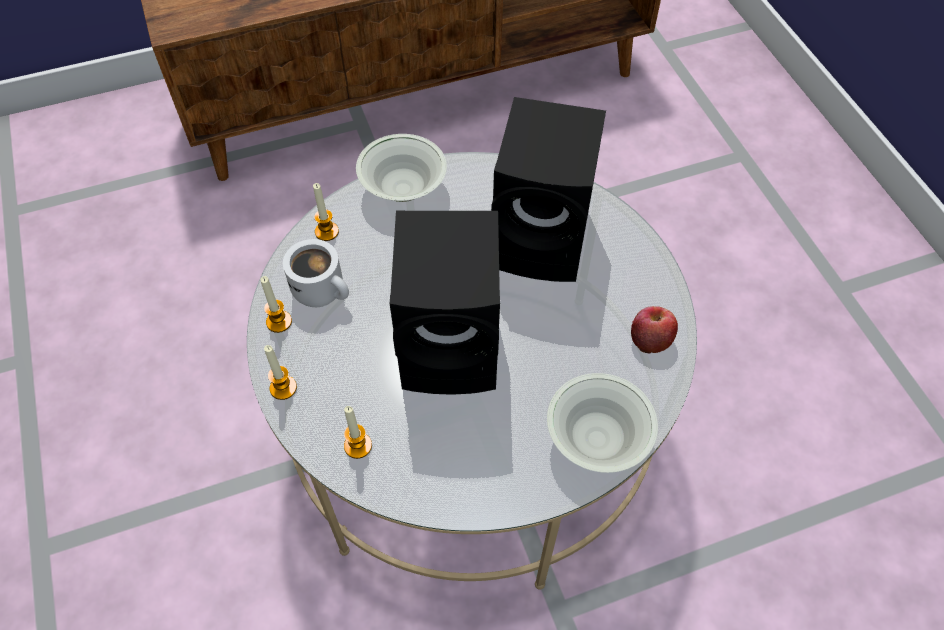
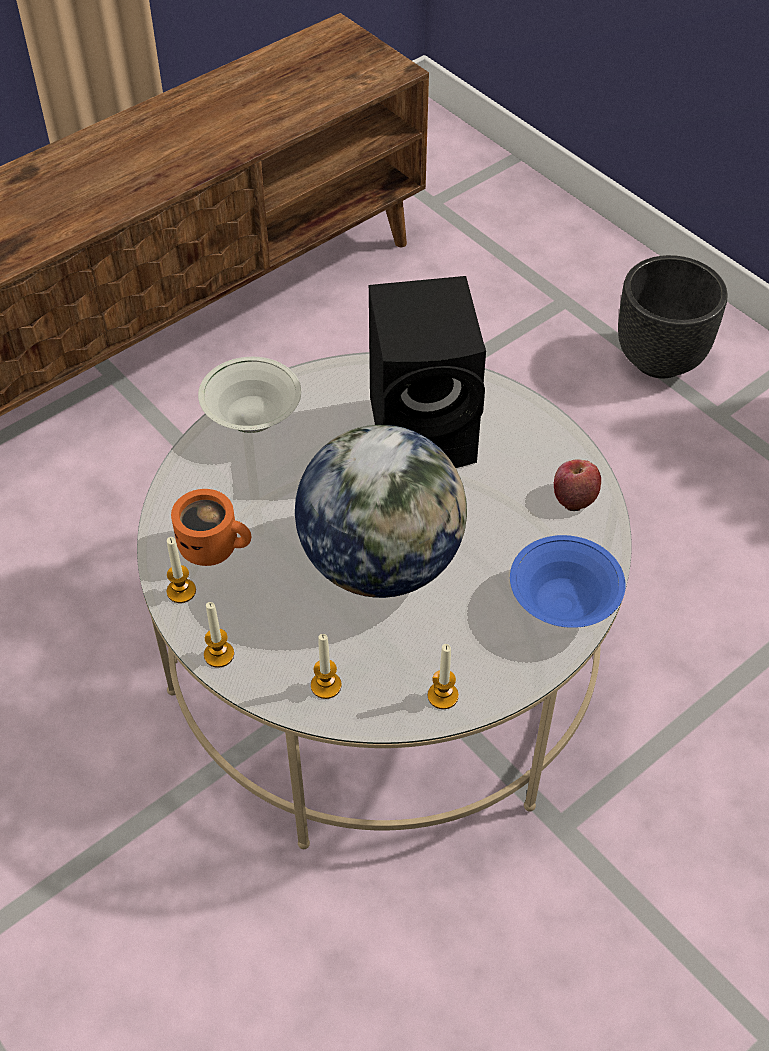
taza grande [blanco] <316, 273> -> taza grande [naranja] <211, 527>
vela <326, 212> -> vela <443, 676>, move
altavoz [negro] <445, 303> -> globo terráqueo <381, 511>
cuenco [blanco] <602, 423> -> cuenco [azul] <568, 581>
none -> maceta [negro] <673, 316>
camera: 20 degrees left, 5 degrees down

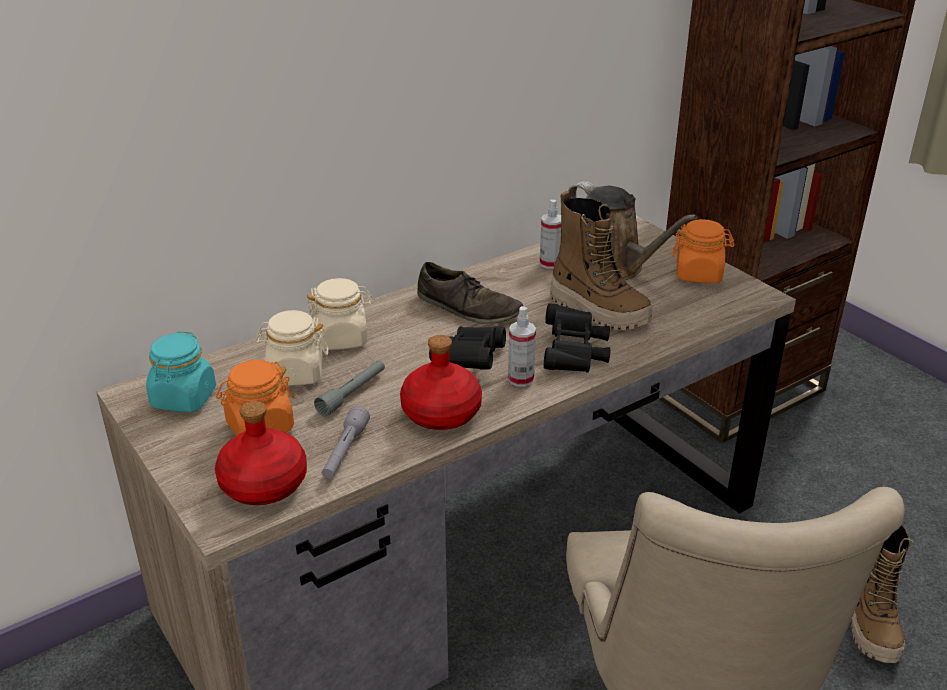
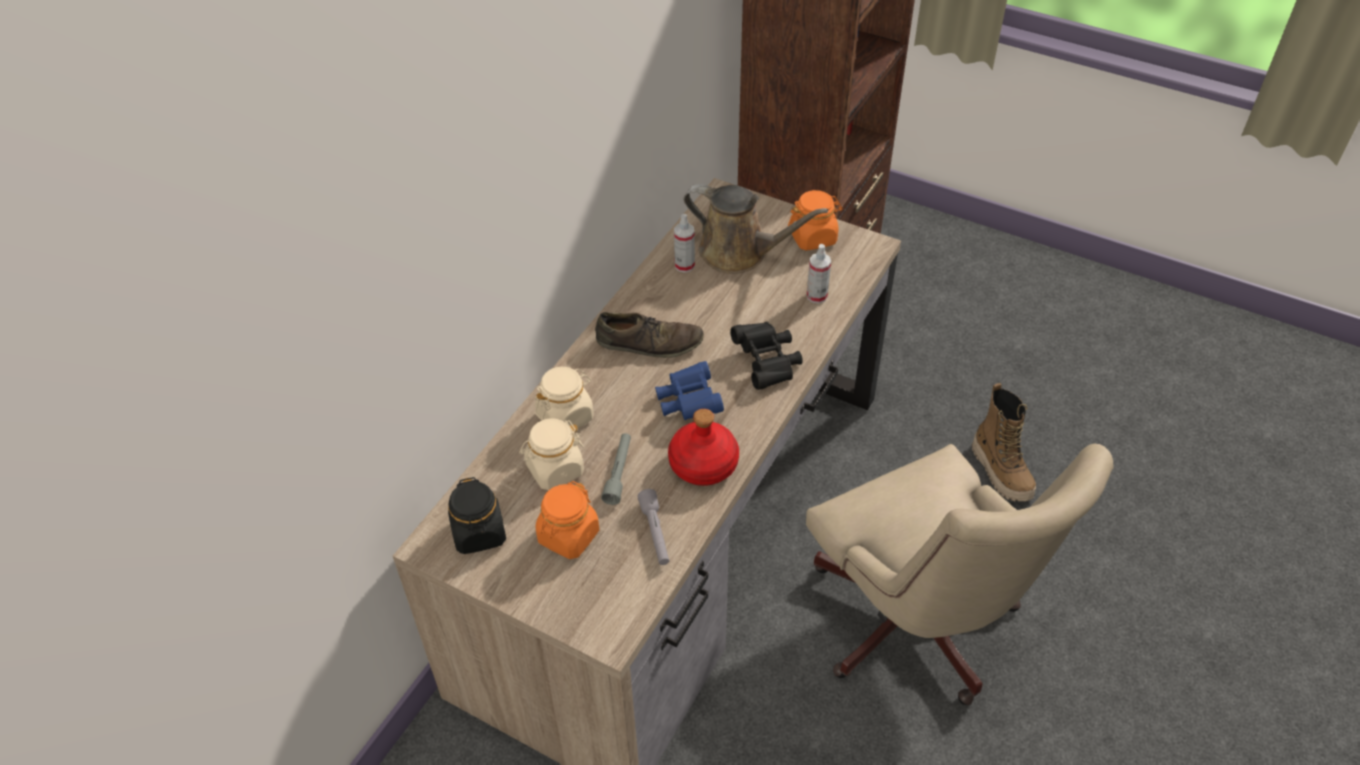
tarro [turquesa] <181, 371> -> tarro [negro] <477, 515>
botella [rojo] <261, 453> -> none
prismáticos [negro] <467, 348> -> prismáticos [azul] <689, 390>
pulverizador <522, 346> -> pulverizador <819, 273>, move
bota <601, 260> -> none
camera: 25 degrees left, 15 degrees up

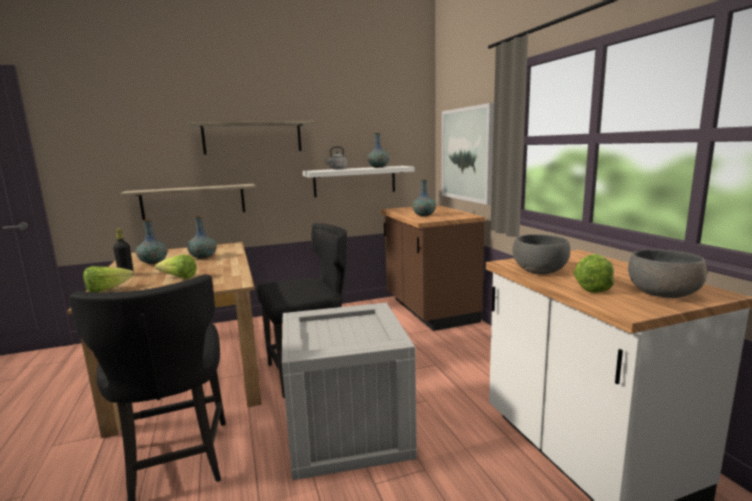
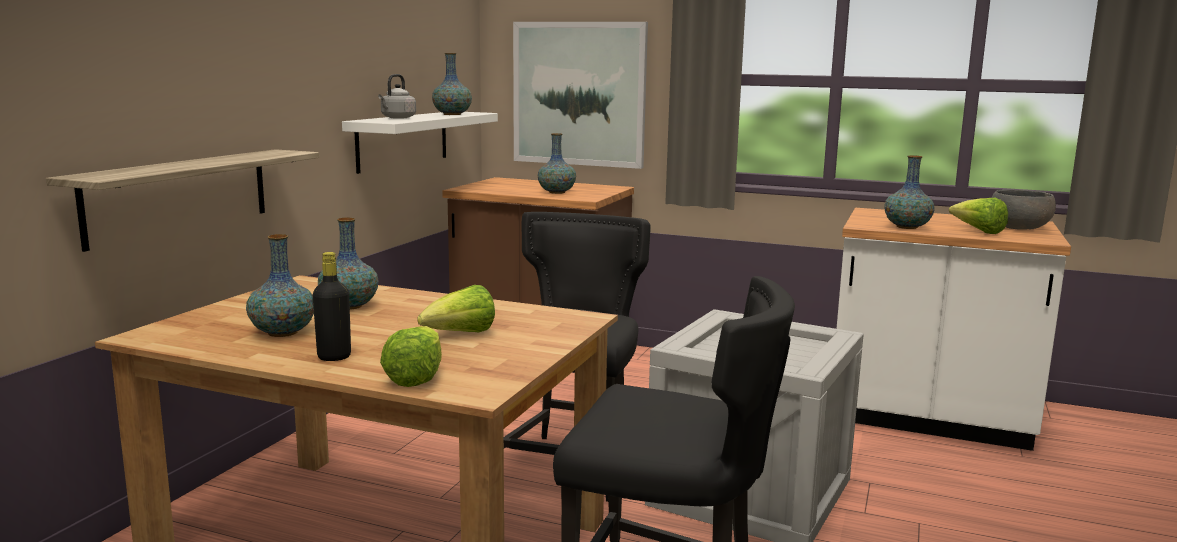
estante <251, 137> -> none
cuenco [gris] <541, 254> -> florero <909, 192>
camera: 50 degrees left, 0 degrees up

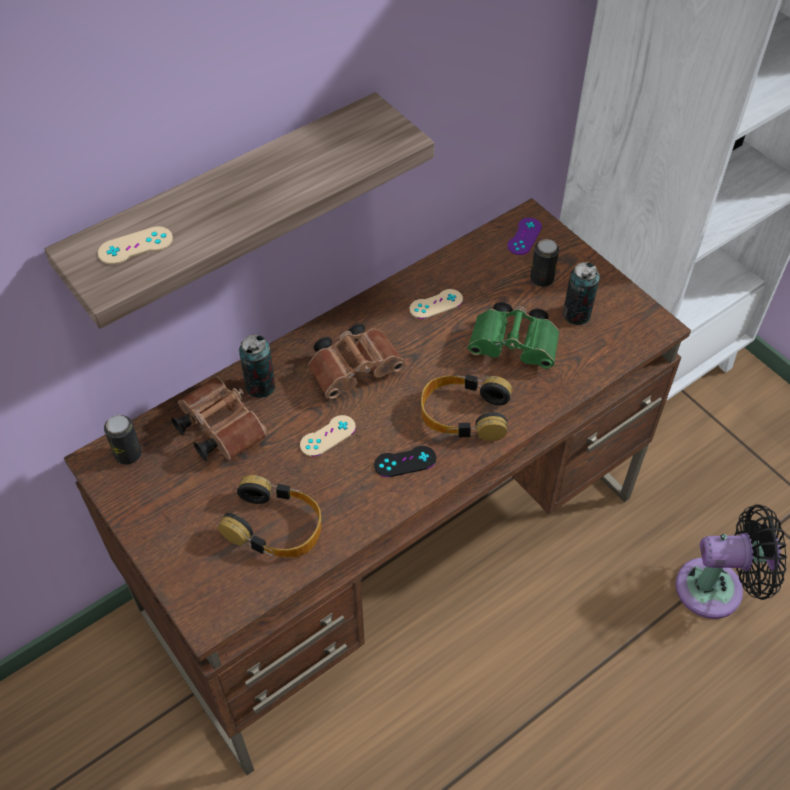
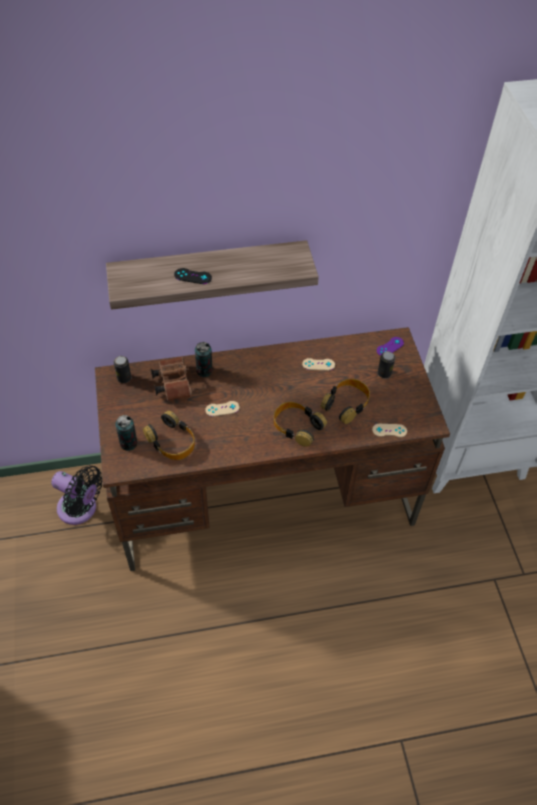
mando de consola [beis] <135, 245> -> mando de consola [beis] <389, 430>, move
prismáticos [marrón] <356, 361> -> none
mando de consola [negro] <405, 461> -> mando de consola [negro] <193, 276>, move
prismáticos [verde] <513, 335> -> auriculares <345, 401>
lata <581, 293> -> lata <126, 433>, move
ventilador [negro] <731, 562> -> ventilador [negro] <77, 495>, move
camera: 25 degrees right, 0 degrees up

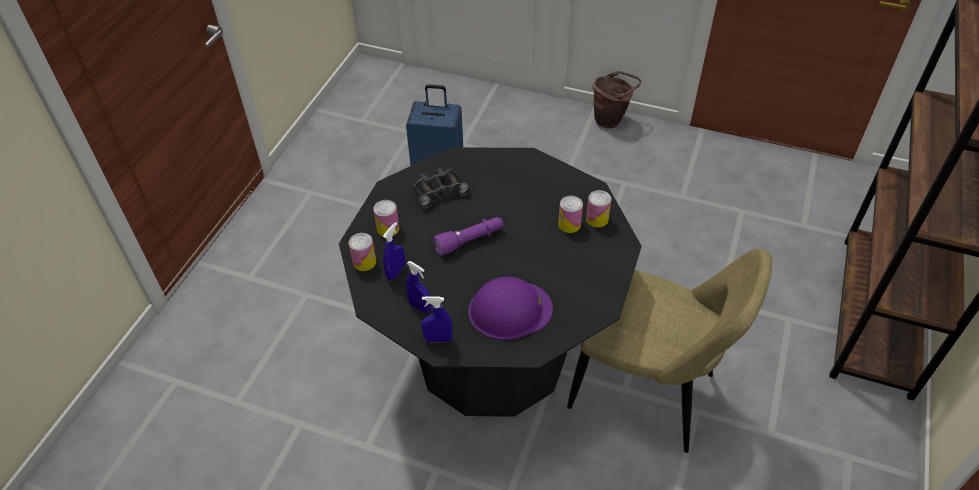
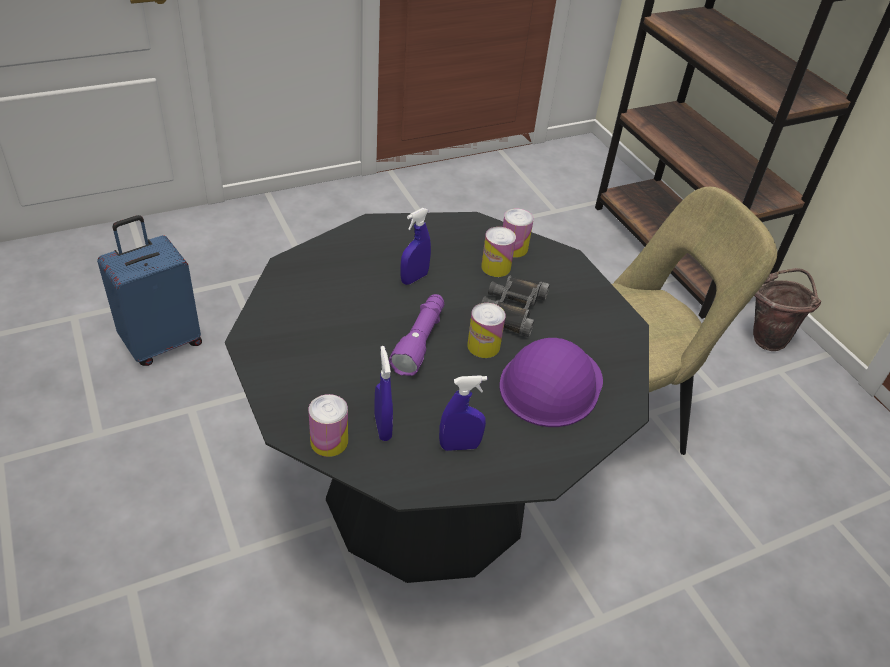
lata <386, 218> -> lata <486, 330>, move
prismáticos [negro] <441, 188> -> prismáticos [negro] <515, 306>, move
pulverizador [azul] <437, 319> -> pulverizador [azul] <415, 246>, move
cubo [marrón] <616, 100> -> cubo [marrón] <787, 309>, move
camera: 50 degrees left, 5 degrees down

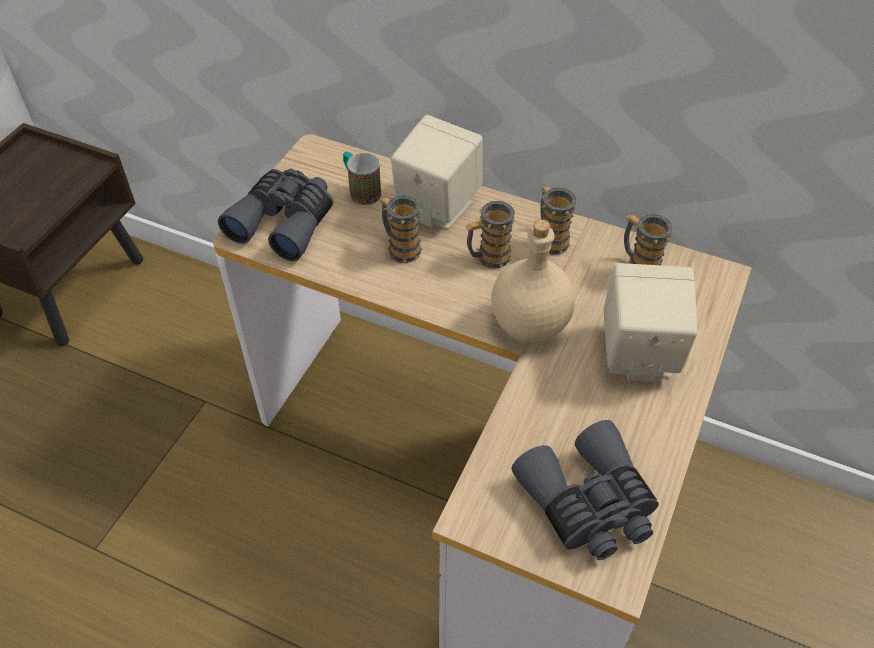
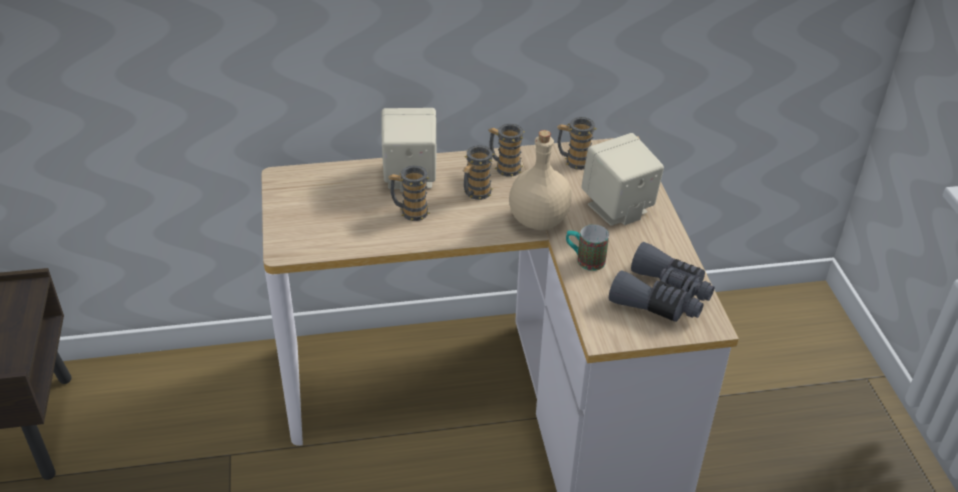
prismáticos [gris] <275, 215> -> none
taza grande <362, 178> -> taza grande <587, 247>, move
camera: 35 degrees left, 10 degrees down

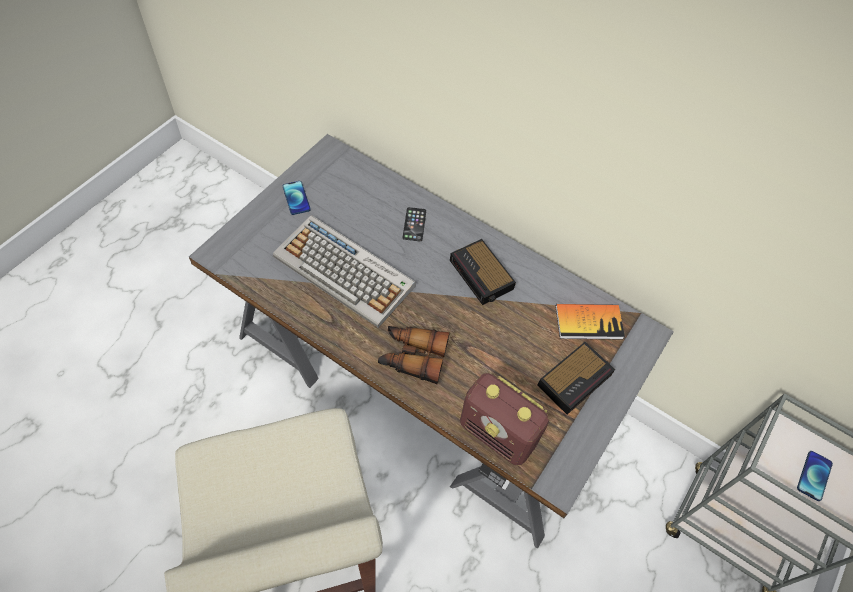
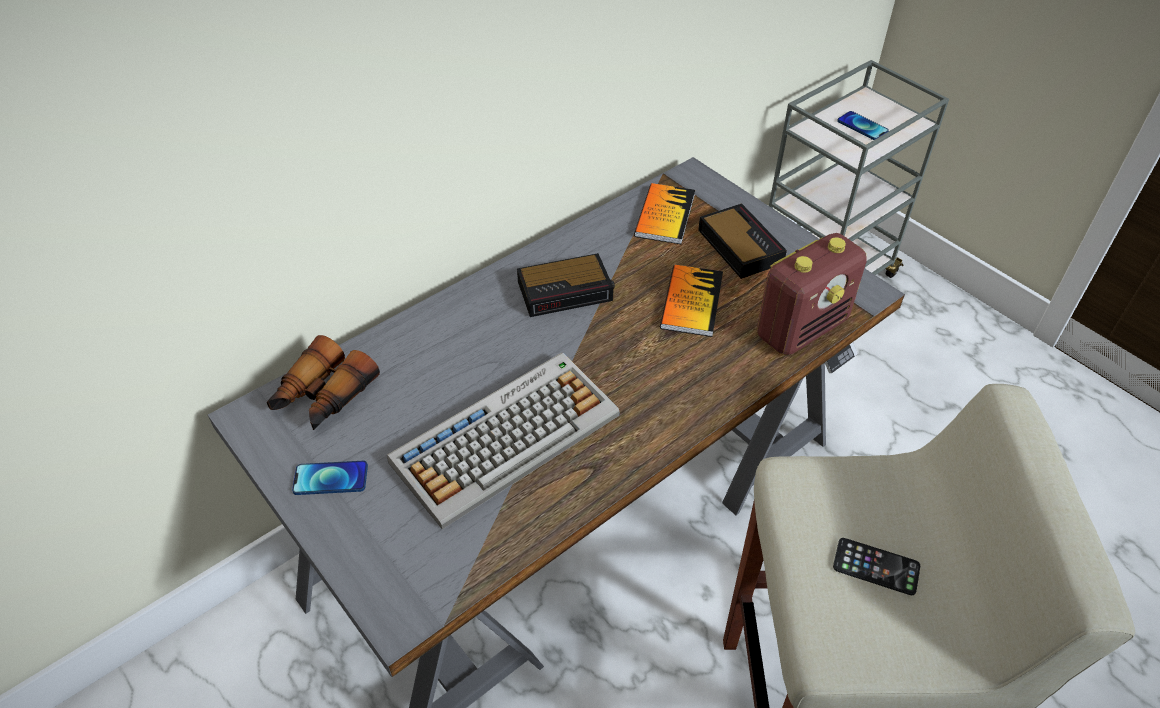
prismáticos <414, 355> -> prismáticos <323, 382>, move
móvil <414, 224> -> móvil <876, 566>, move
none -> libro <691, 301>
camera: 70 degrees left, 10 degrees down

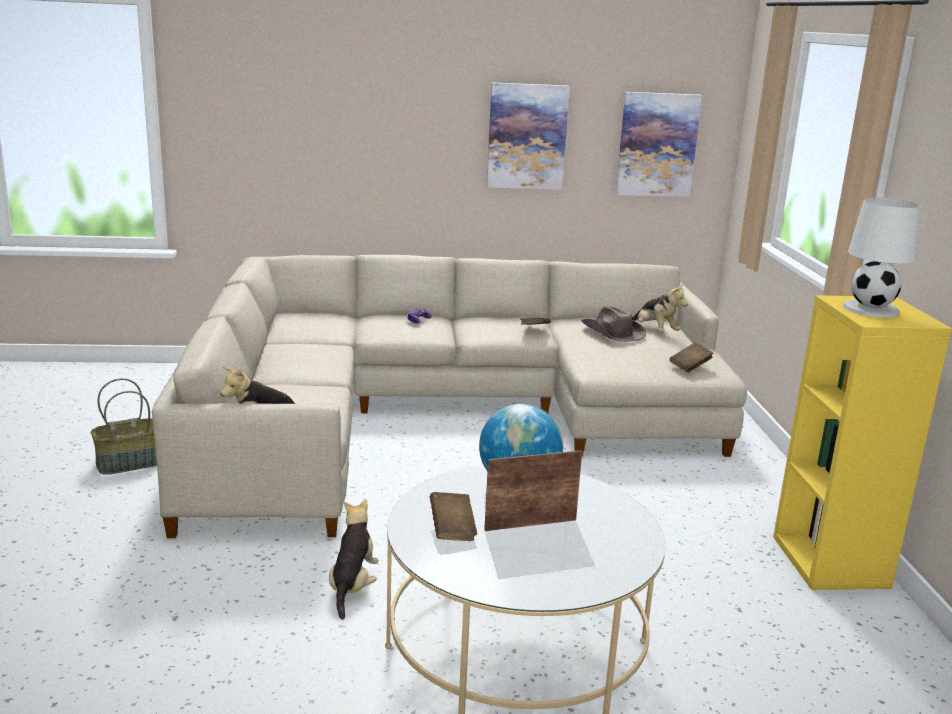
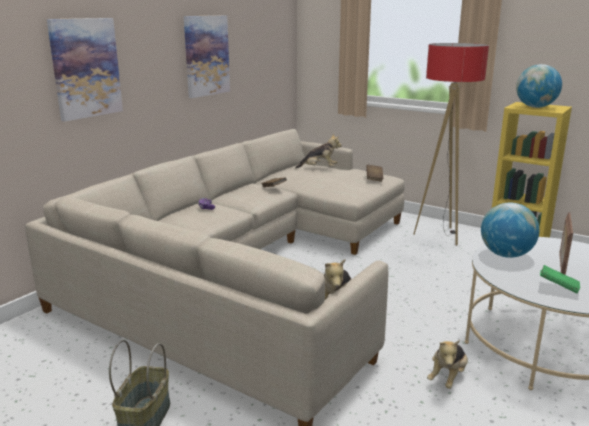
peluche <354, 559> -> peluche <447, 364>, 105 degrees counterclockwise
libro [marrón] <453, 516> -> libro [verde] <560, 279>
sombrero [marrón] <613, 324> -> none
cuadro <659, 144> -> cuadro <85, 70>, move
lámpara de mesa [blanco] <882, 258> -> globo terráqueo <539, 86>
none -> lámpara de pie <451, 144>
camera: 50 degrees left, 0 degrees up

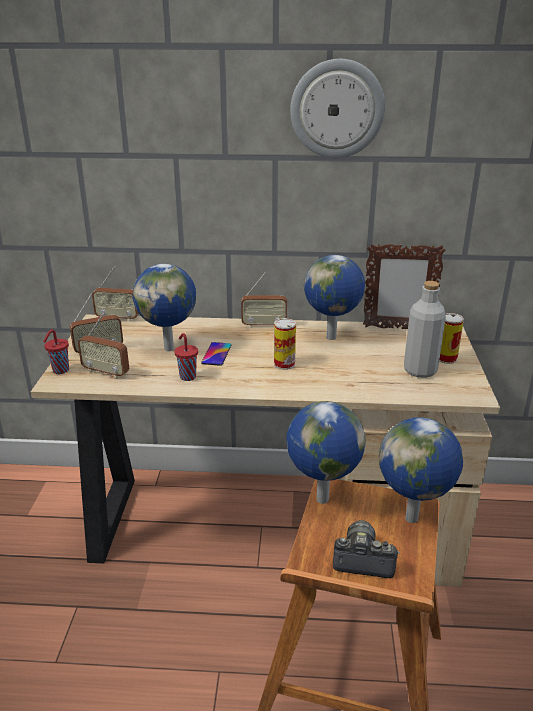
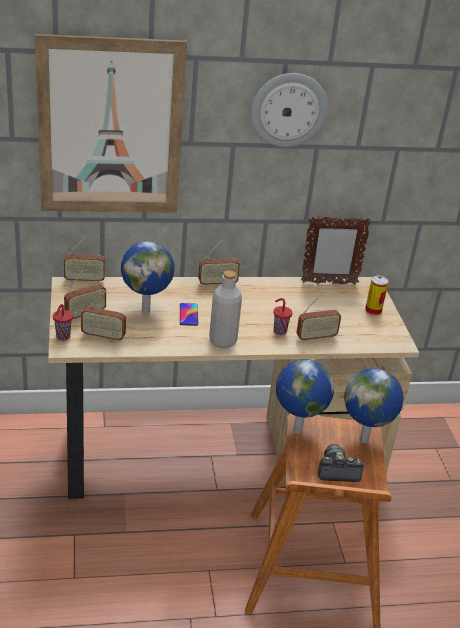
taza [rojo] <186, 357> -> taza [rojo] <283, 316>, move
lata <285, 344> -> none
globo terráqueo <334, 297> -> none
botella [gris] <425, 329> -> botella [gris] <225, 309>, move
none -> cuadro <111, 123>
none -> radio <318, 317>
camera: 15 degrees left, 5 degrees up

